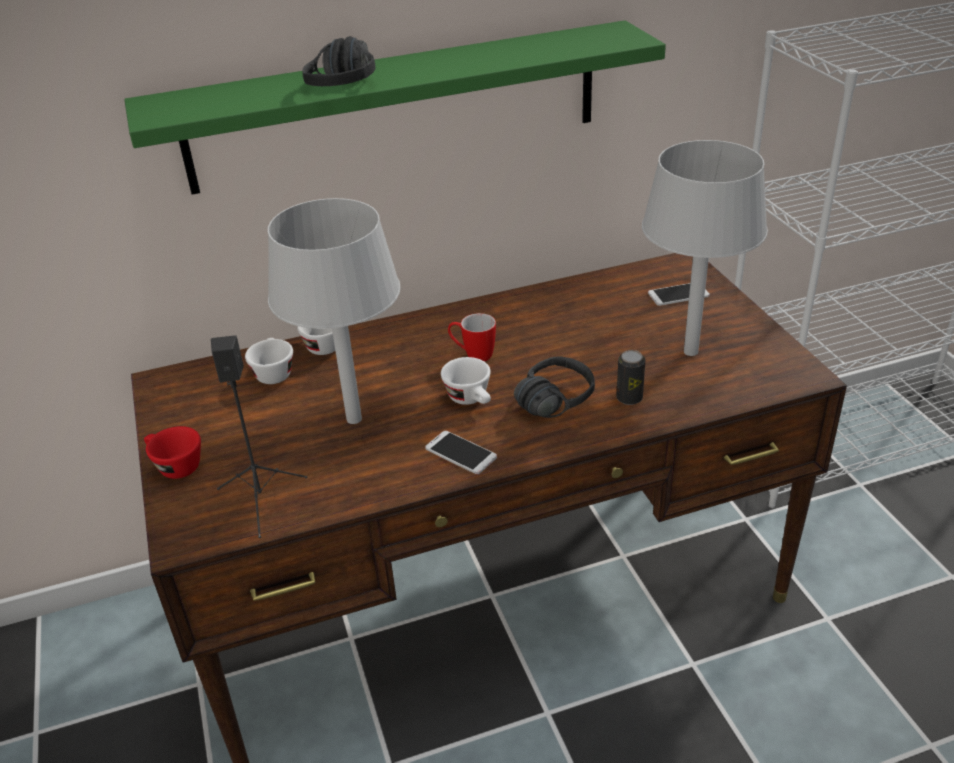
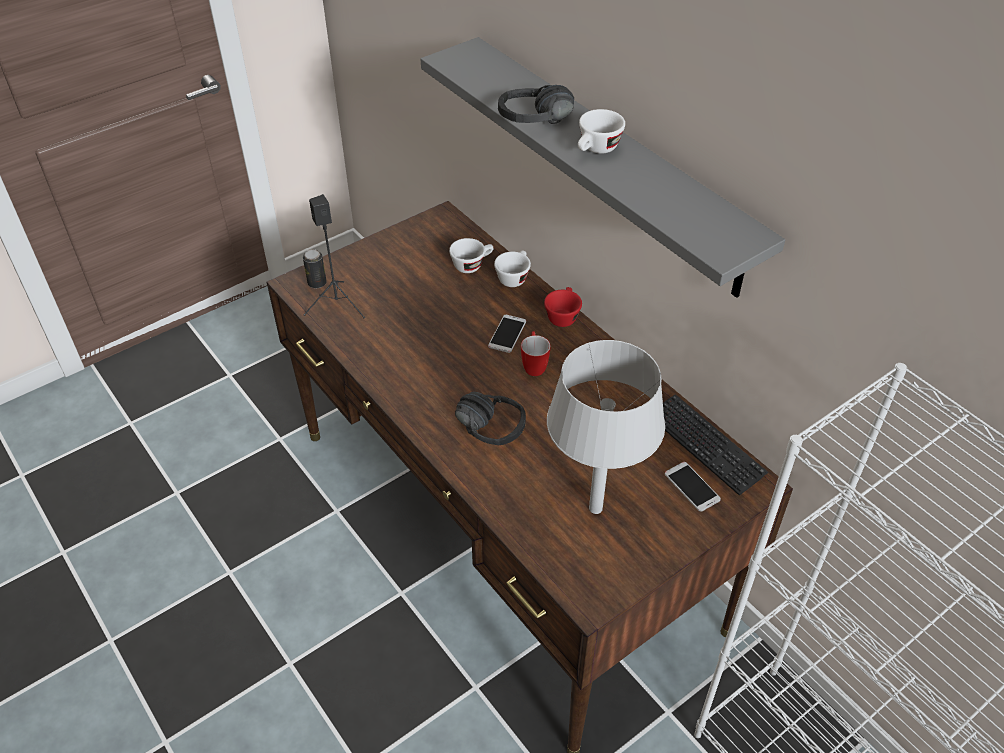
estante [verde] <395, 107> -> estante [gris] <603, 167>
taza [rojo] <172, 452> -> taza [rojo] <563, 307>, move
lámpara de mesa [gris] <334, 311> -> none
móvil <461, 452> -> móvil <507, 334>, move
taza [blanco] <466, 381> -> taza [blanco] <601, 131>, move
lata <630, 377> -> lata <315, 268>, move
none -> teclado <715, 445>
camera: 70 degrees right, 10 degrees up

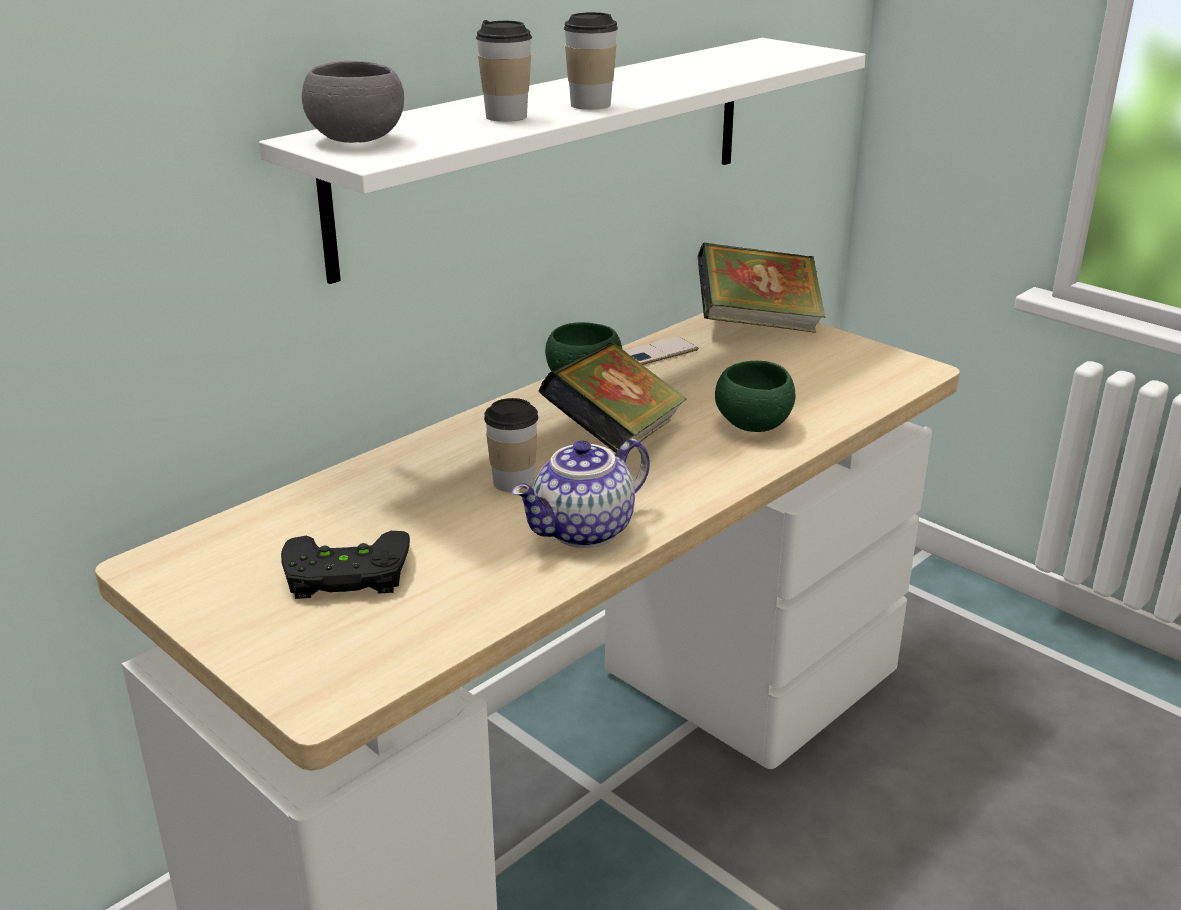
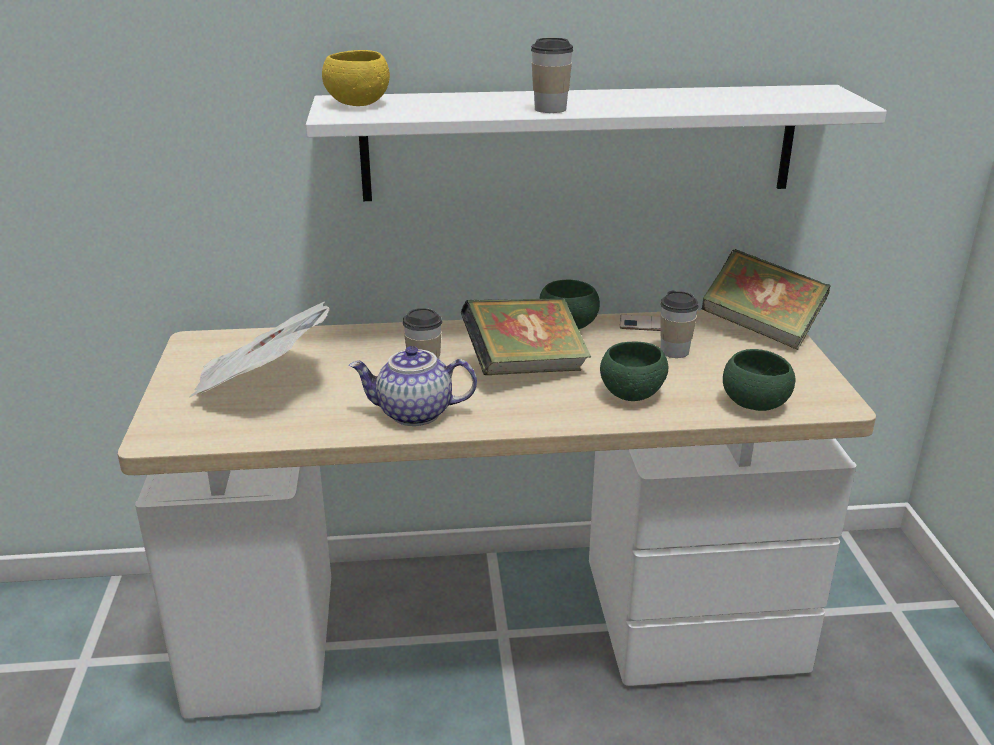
mando de consola [negro] <345, 565> -> periódico <259, 349>
cuenco [gris] <353, 102> -> cuenco [amarillo] <356, 78>
taza <504, 71> -> taza <679, 324>, move
none -> cuenco [verde] <759, 380>
camera: 40 degrees right, 0 degrees up

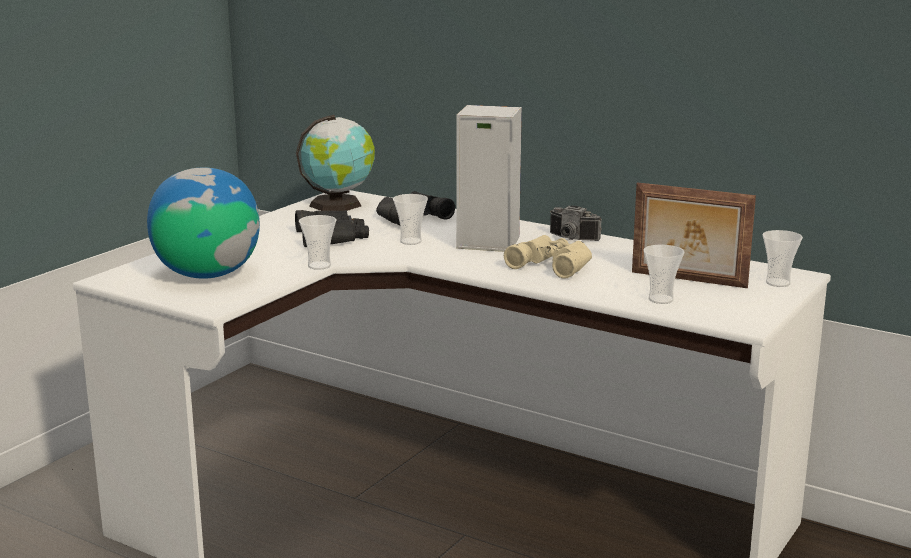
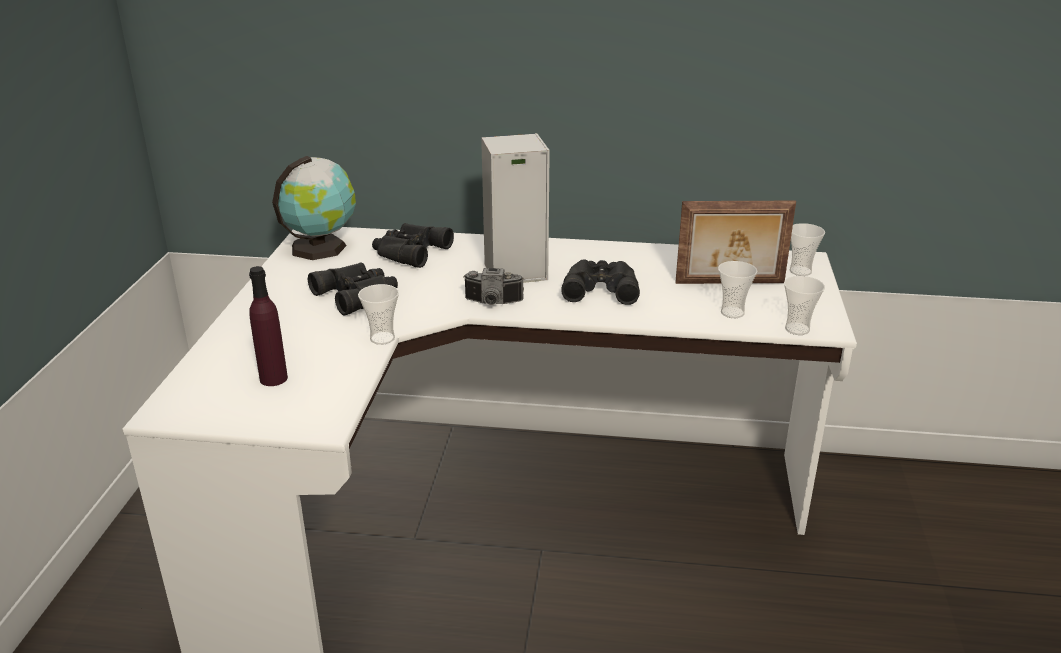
globo terráqueo <203, 223> -> botella [morado] <268, 326>
taza <410, 219> -> taza <804, 305>, move
prismáticos [beis] <548, 257> -> prismáticos [negro] <600, 282>
cámara <576, 223> -> cámara <493, 286>, move
camera: 25 degrees left, 10 degrees up

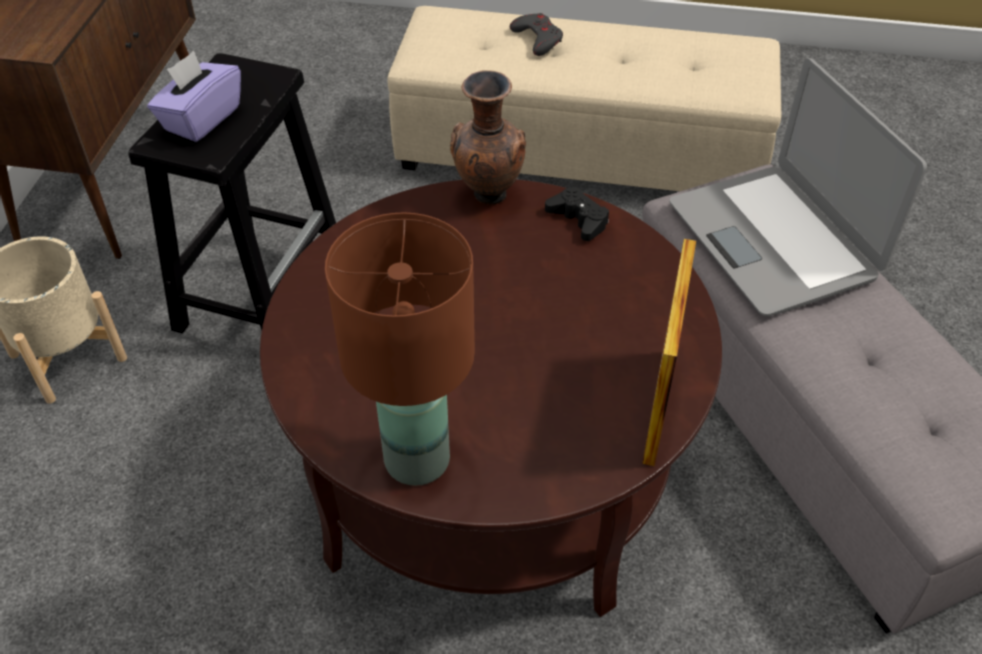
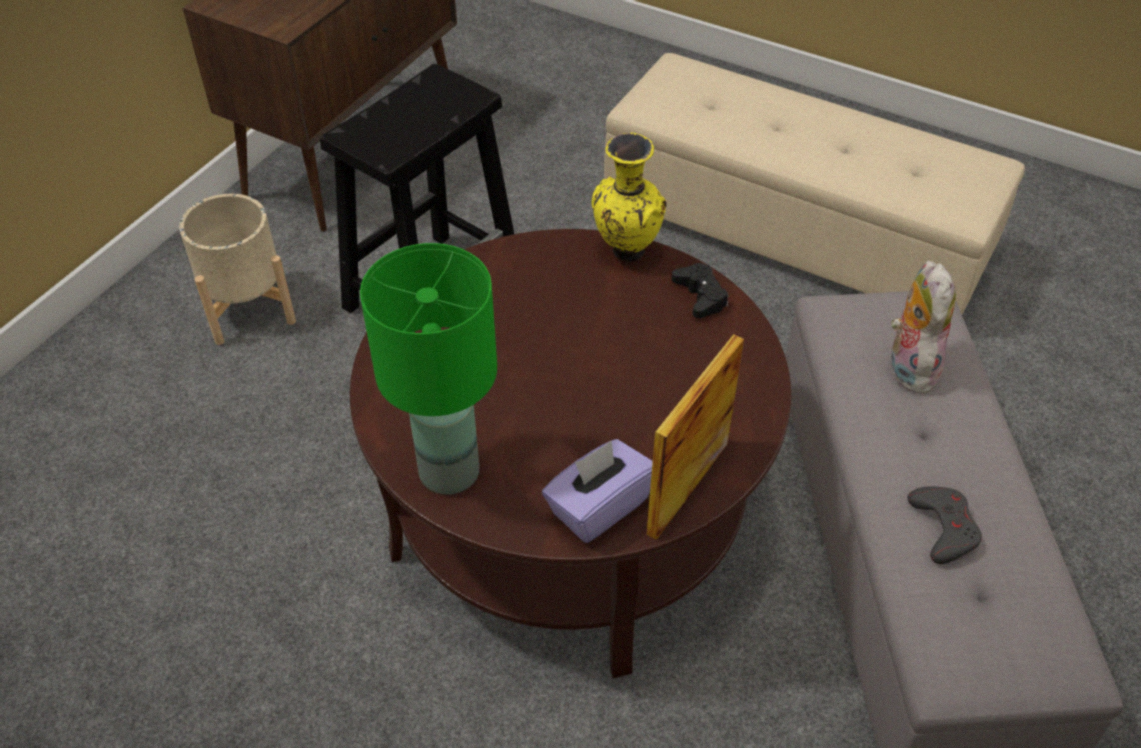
caja de pañuelos [morado] <194, 96> -> caja de pañuelos [morado] <597, 491>, move
lámpara de mesa [marrón] <400, 349> -> lámpara de mesa [verde] <428, 369>
florero [marrón] <488, 137> -> florero [amarillo] <629, 197>
mando de consola [gris] <536, 34> -> mando de consola [gris] <944, 525>, move
portátil <798, 187> -> peluche <923, 327>
camera: 20 degrees right, 0 degrees up

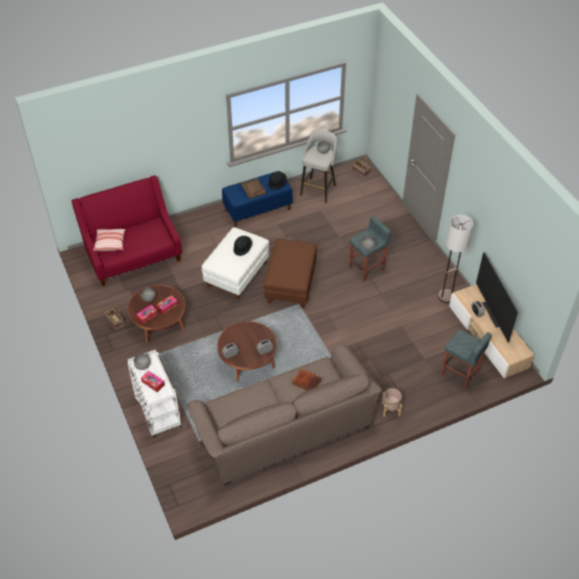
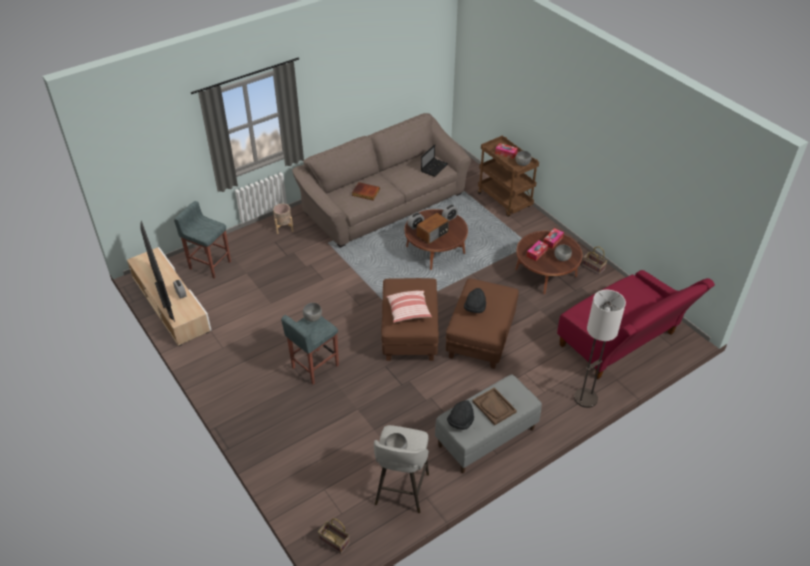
cojín <109, 240> -> cojín <409, 307>, move
carrito [blanco] <154, 394> -> carrito [marrón] <508, 176>
puf [blanco] <235, 263> -> puf [marrón] <482, 323>
banco [azul] <257, 199> -> banco [gris] <488, 423>
lámpara de pie <455, 259> -> lámpara de pie <600, 349>, move
none -> radio <433, 228>
none -> portátil <435, 160>
camera: 170 degrees right, 5 degrees down

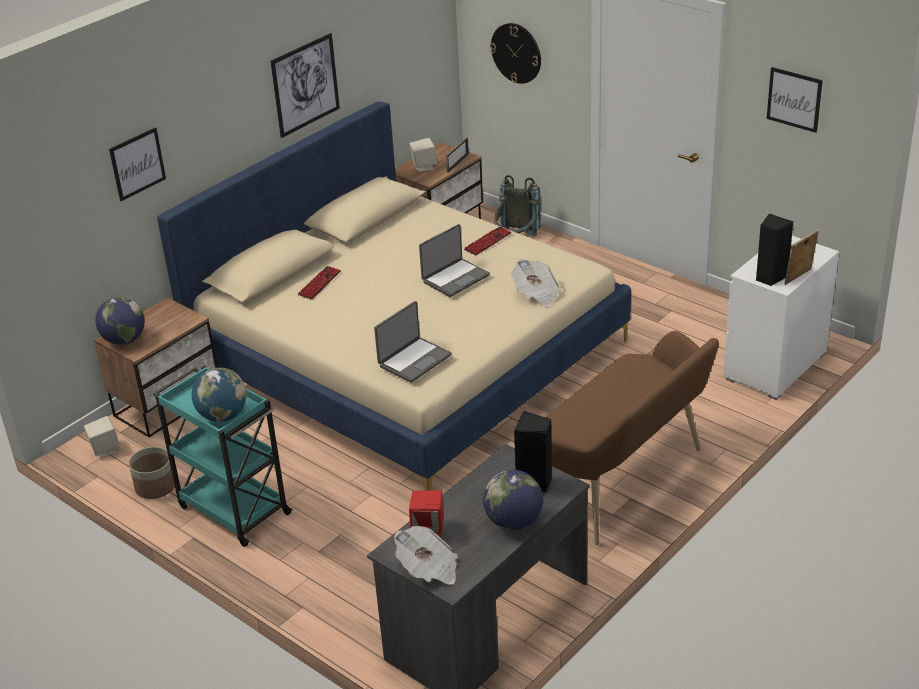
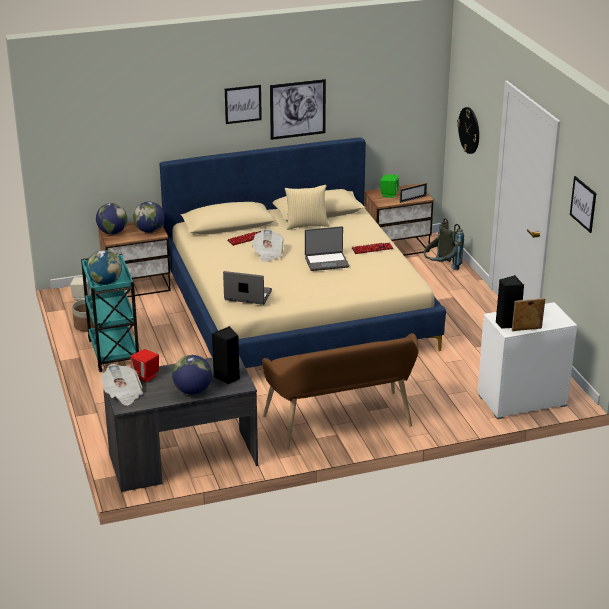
cuadro <137, 164> -> cuadro <243, 104>, move
portátil <413, 342> -> portátil <247, 288>, 150 degrees counterclockwise
altavoz [beis] <423, 155> -> altavoz [verde] <390, 186>
periódico <536, 283> -> periódico <268, 245>, move
none -> globo terráqueo <149, 217>
none -> cojín <307, 207>
camera: 30 degrees right, 5 degrees down

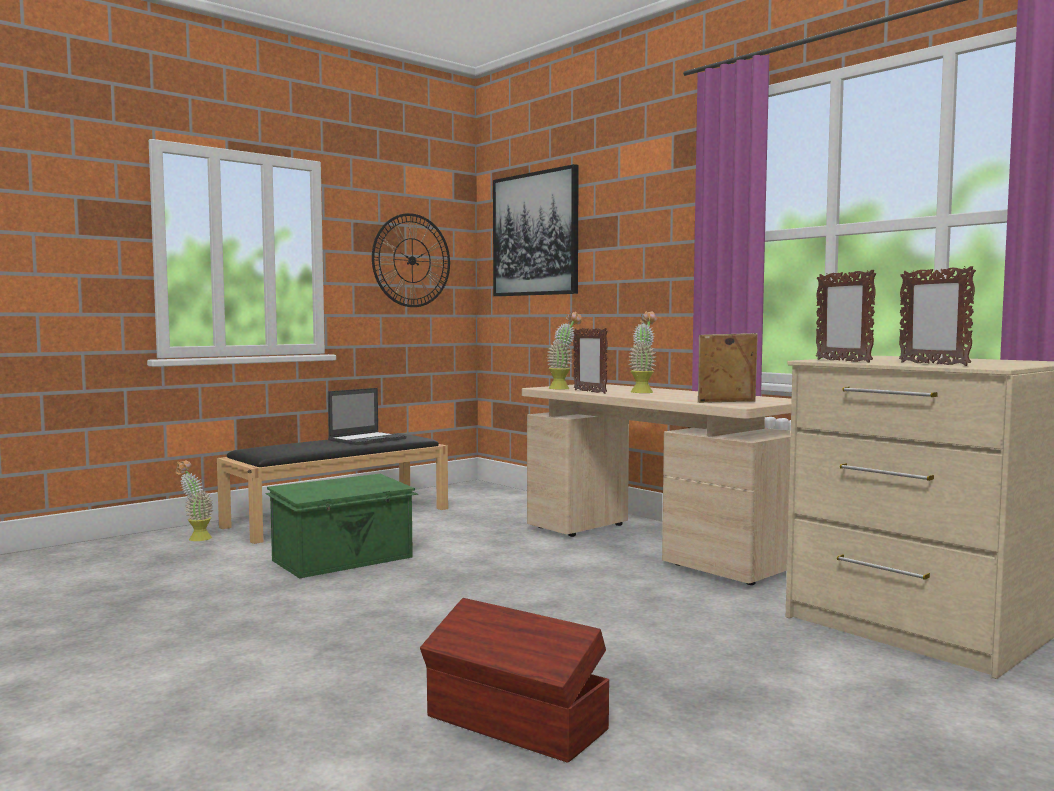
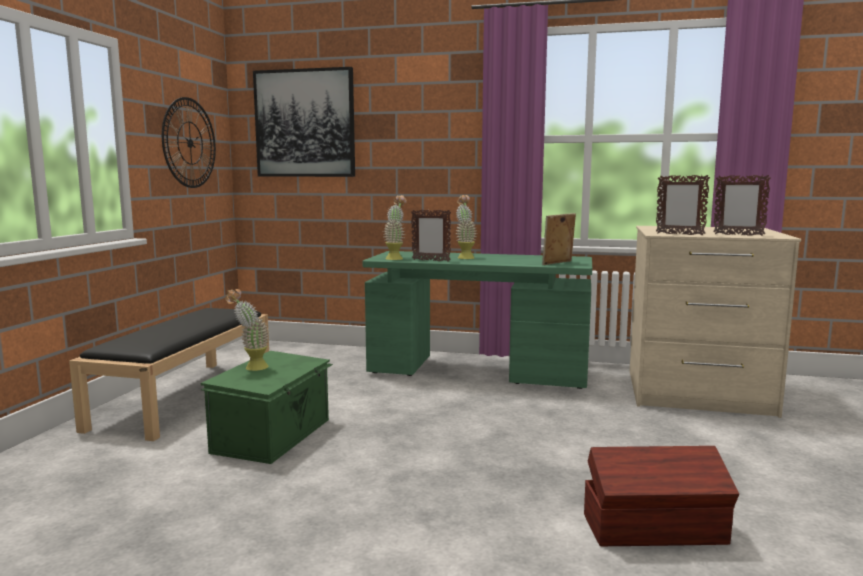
planta en maceta <194, 500> -> planta en maceta <247, 330>, move
portátil <367, 416> -> none
escritorio [beis] <657, 484> -> escritorio [verde] <477, 320>
camera: 35 degrees left, 5 degrees up

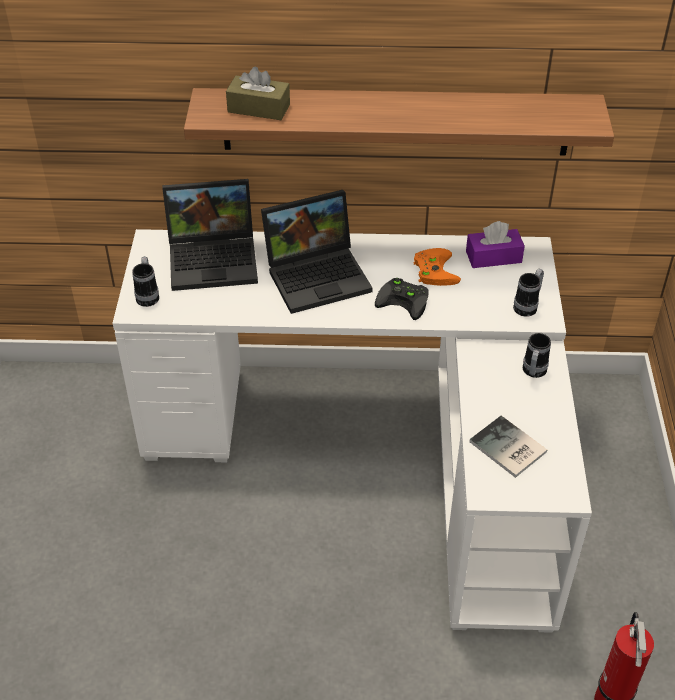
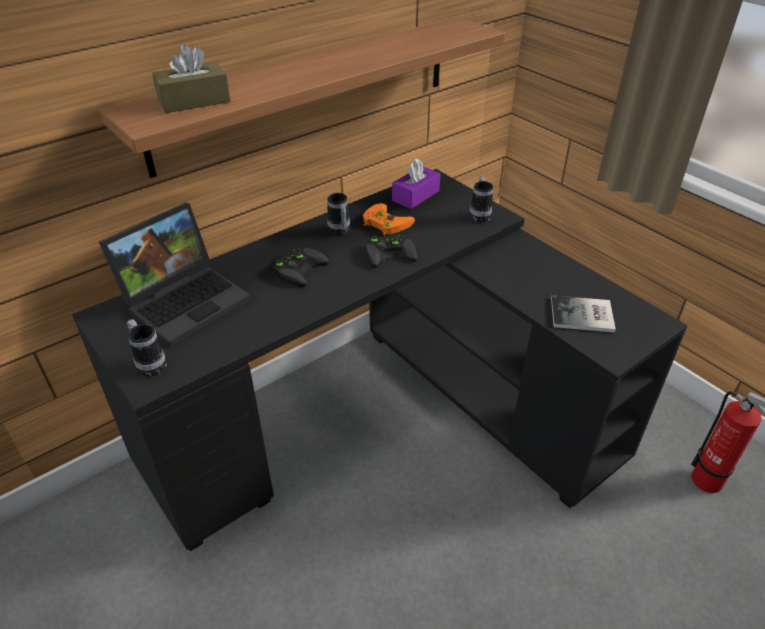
escritorio [blanco] <352, 431> -> escritorio [negro] <380, 360>
portátil <317, 252> -> mando de consola [negro] <300, 267>
taza grande <537, 355> -> taza grande <338, 214>, move
camera: 40 degrees left, 5 degrees down

